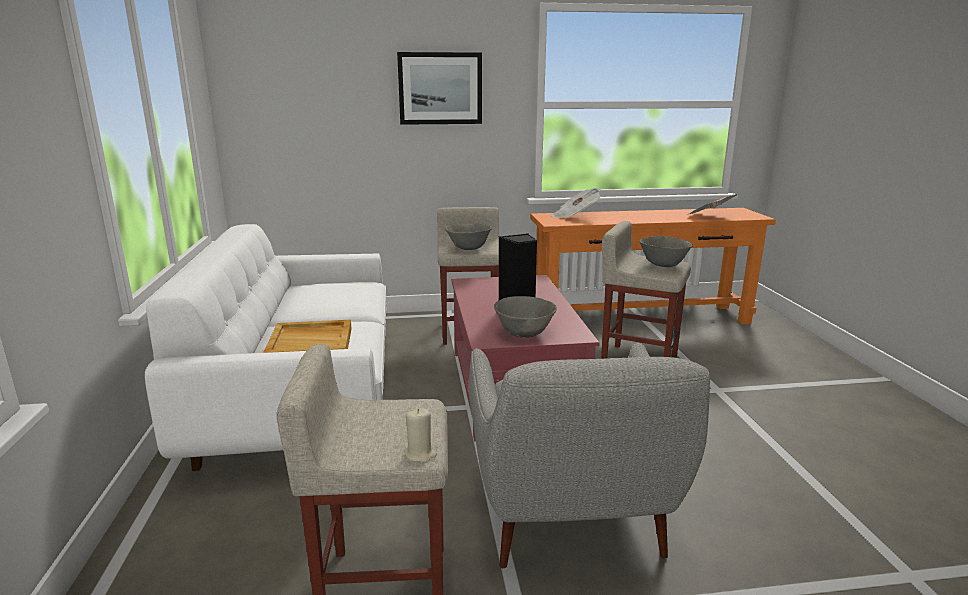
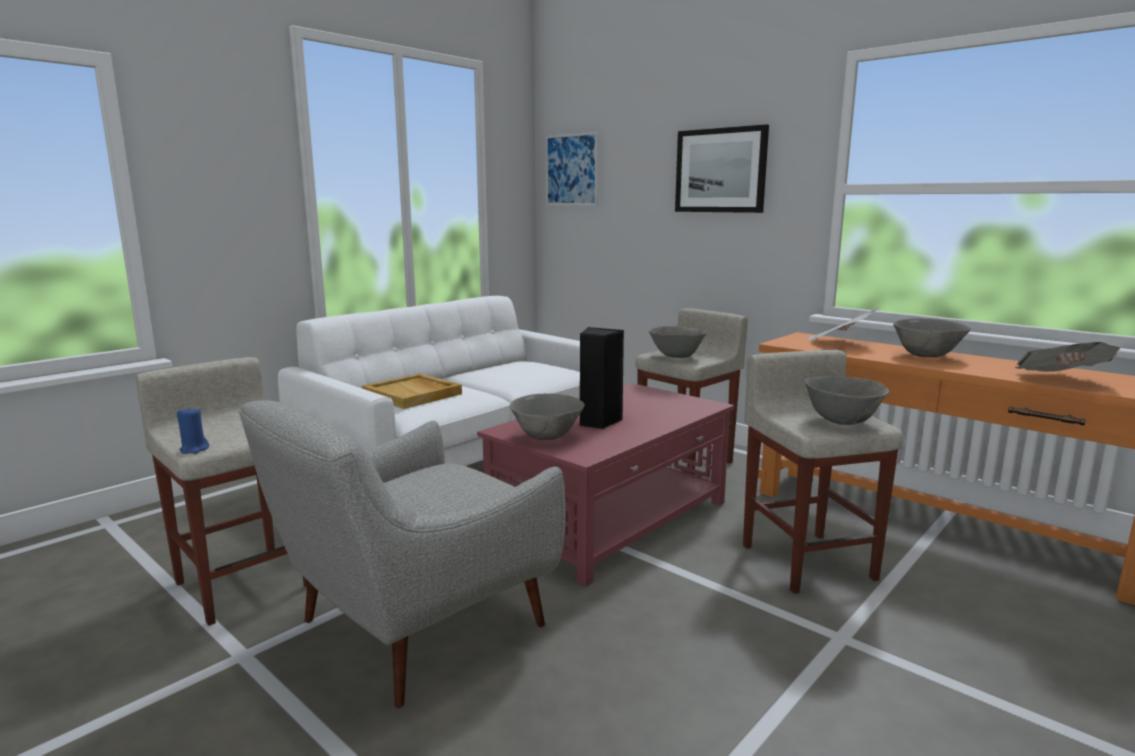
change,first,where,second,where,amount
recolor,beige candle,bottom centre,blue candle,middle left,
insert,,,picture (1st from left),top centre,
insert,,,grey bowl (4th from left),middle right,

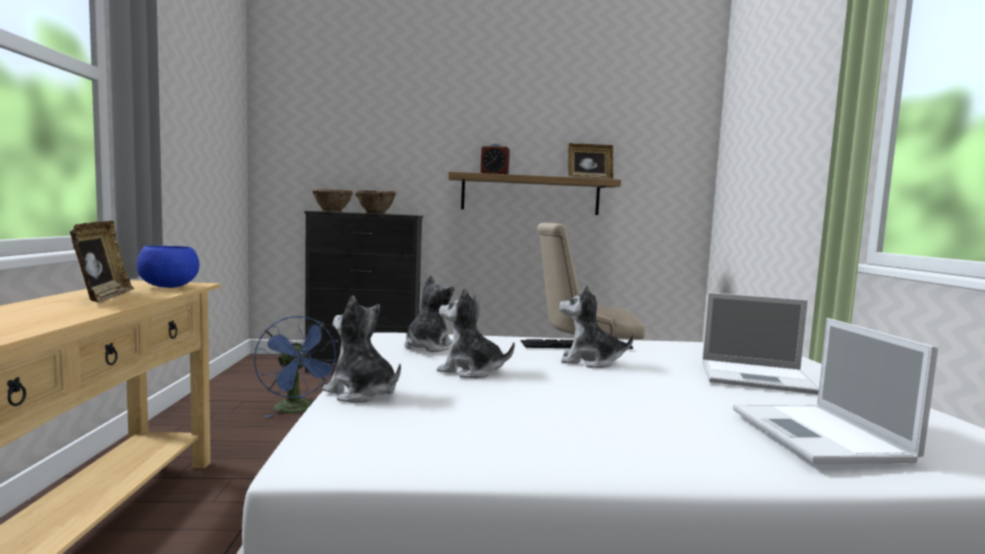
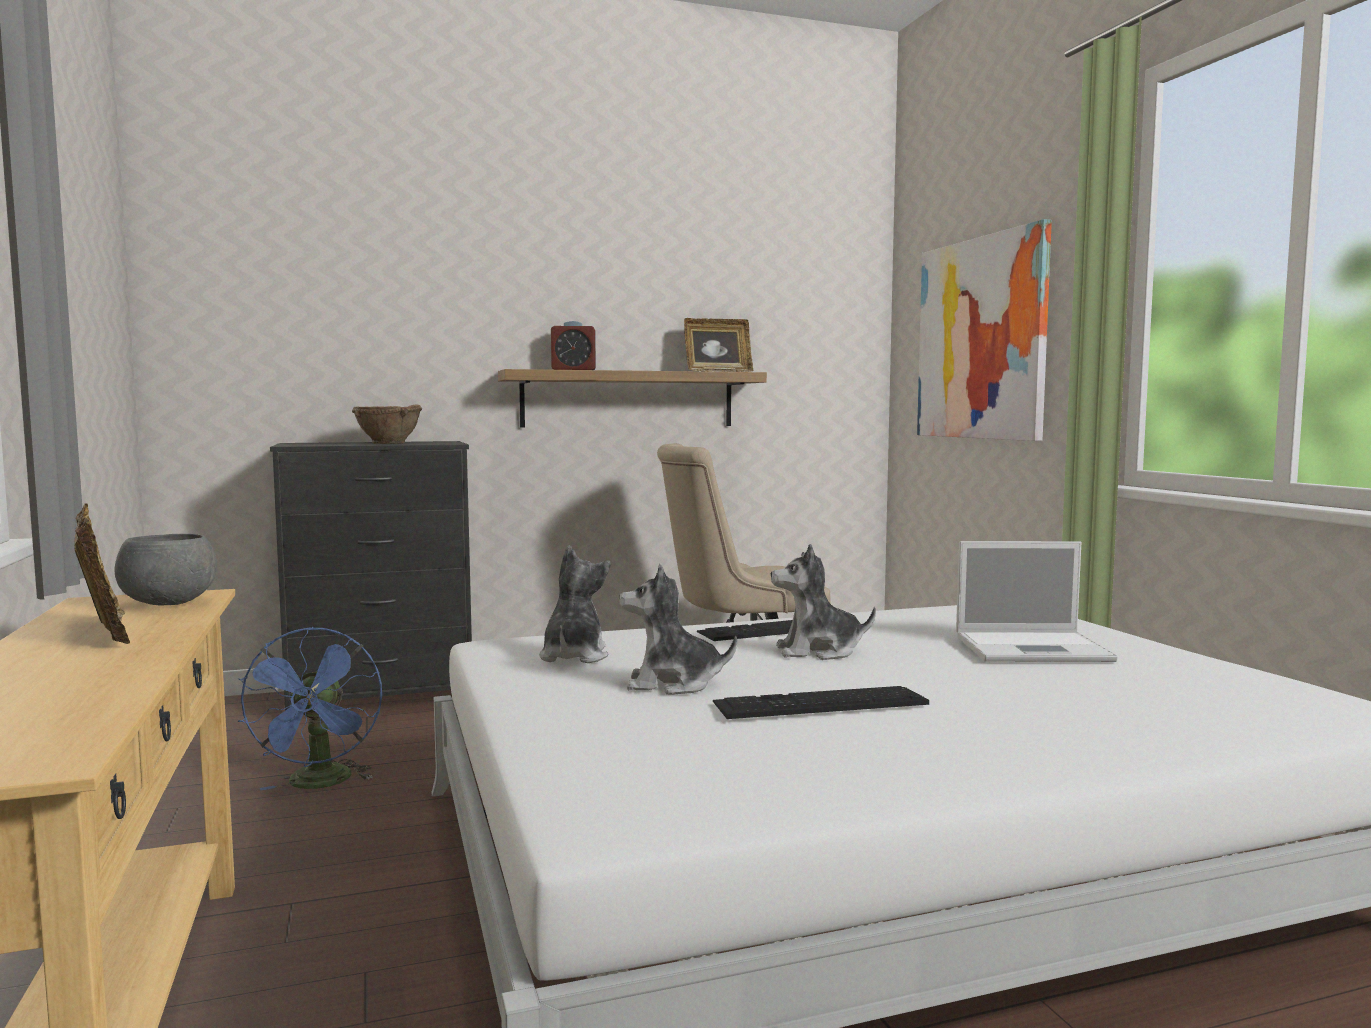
change,first,where,second,where,amount
delete,brown bowl (1st from left),centre,,,
recolor,blue bowl,middle left,grey bowl,middle left,
delete,plush toy (1st from left),centre,,,
rotate,blue fan,middle left,,bottom left,45 degrees clockwise
delete,laptop (2nd from left),bottom right,,,
insert,,,picture,top right,
insert,,,keyboard (2nd from left),bottom centre,

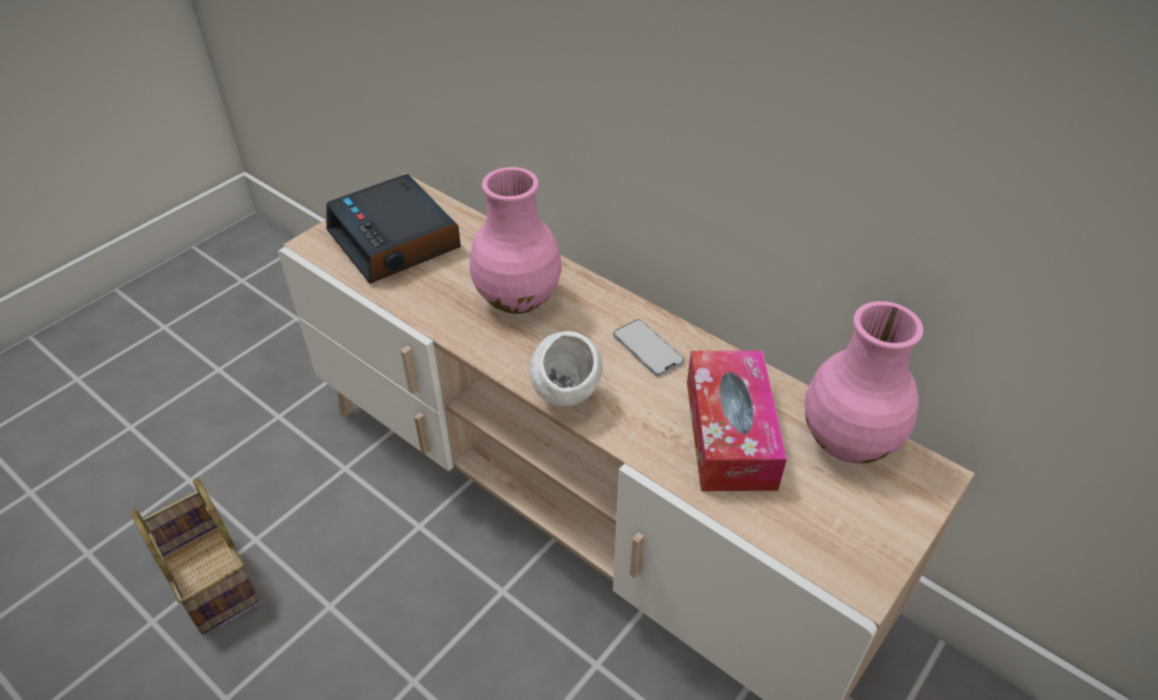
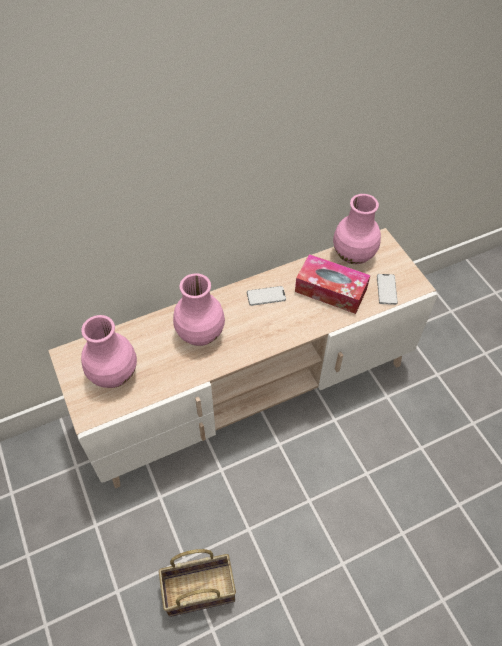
change,first,where,second,where,amount
replace,alarm clock,top centre,pink vase (1st from left),middle left,
delete,white bowl,centre,,,
insert,,,phone (2nd from left),middle right,

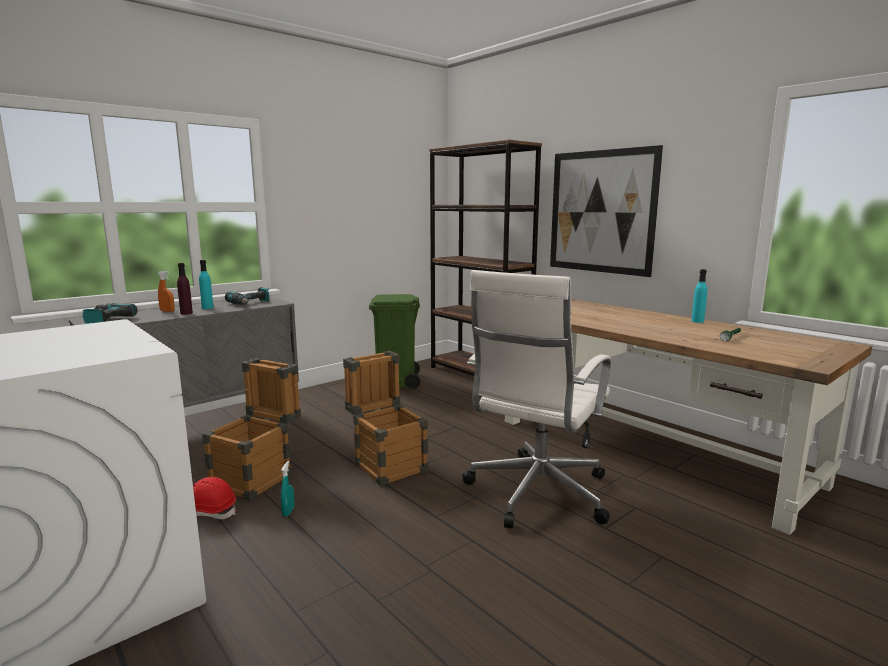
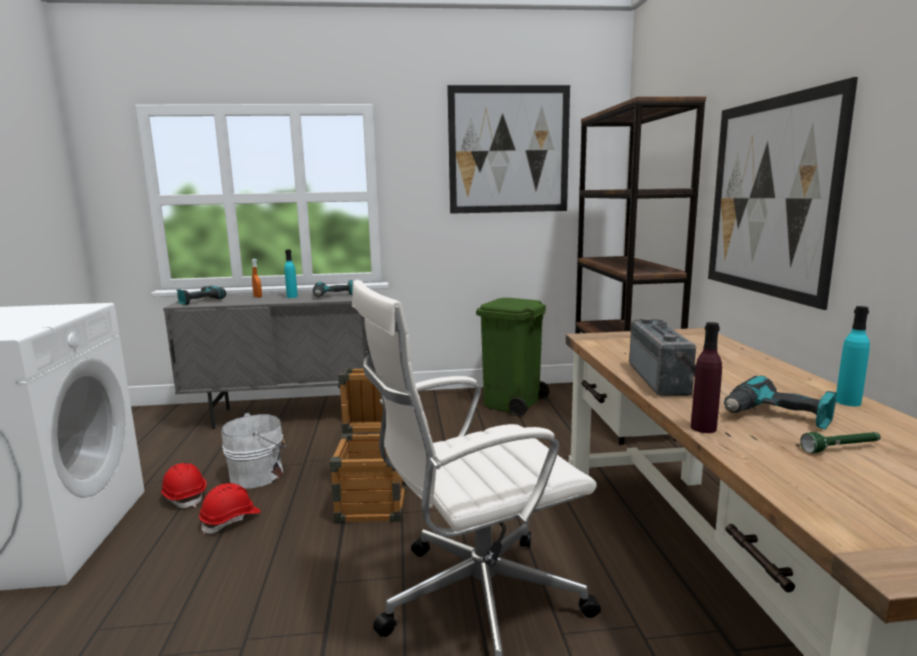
change,first,where,second,where,amount
move,purple bottle,middle left,,middle right,
replace,crate (1st from left),middle left,white bucket,bottom left,
replace,turquoise spray bottle,bottom left,red hard hat (2nd from left),bottom left,
insert,,,picture (1st from left),top centre,
insert,,,radio,middle right,
insert,,,power drill (3rd from left),middle right,

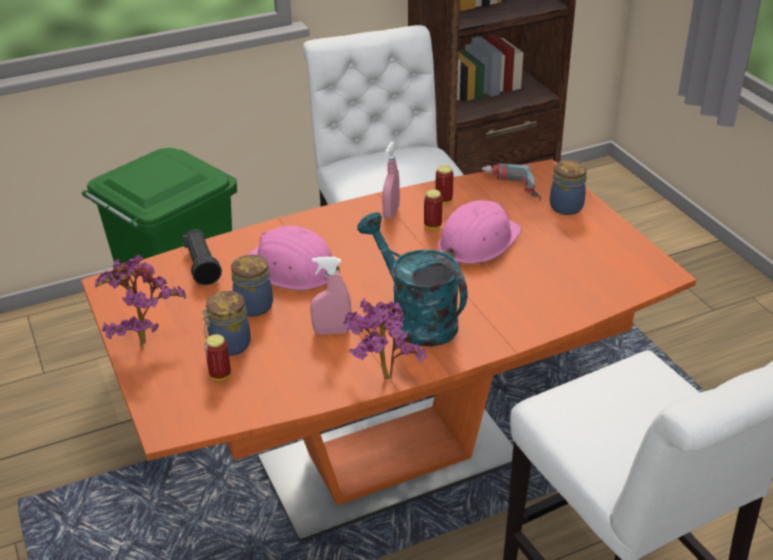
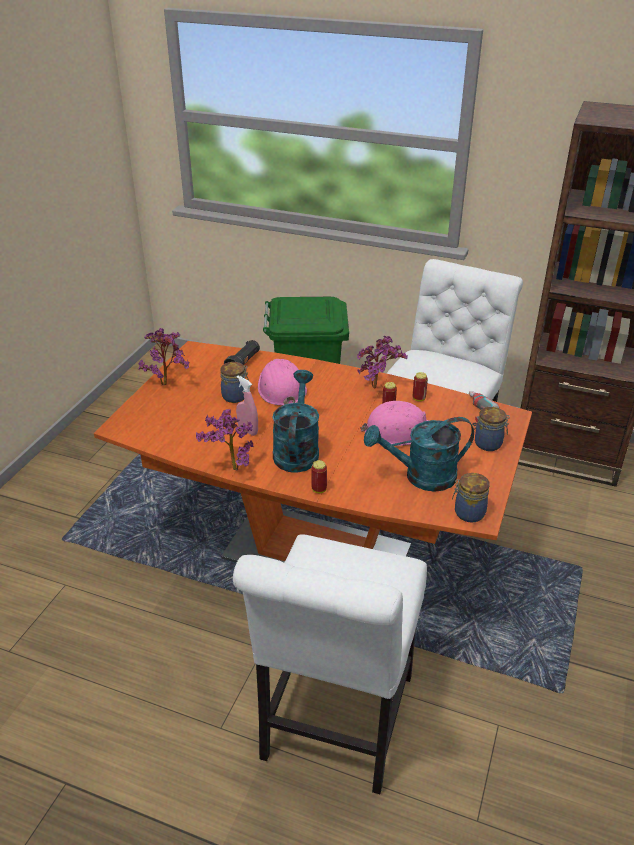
change,first,where,second,where,amount
replace,pink spray bottle (2nd from left),top centre,potted plant (3rd from left),centre,
move,jar (1st from left in the first image),middle left,jar (2nd from left),middle right,
move,can (1st from left),middle left,,centre,
insert,,,turquoise watering can (2nd from left),centre,

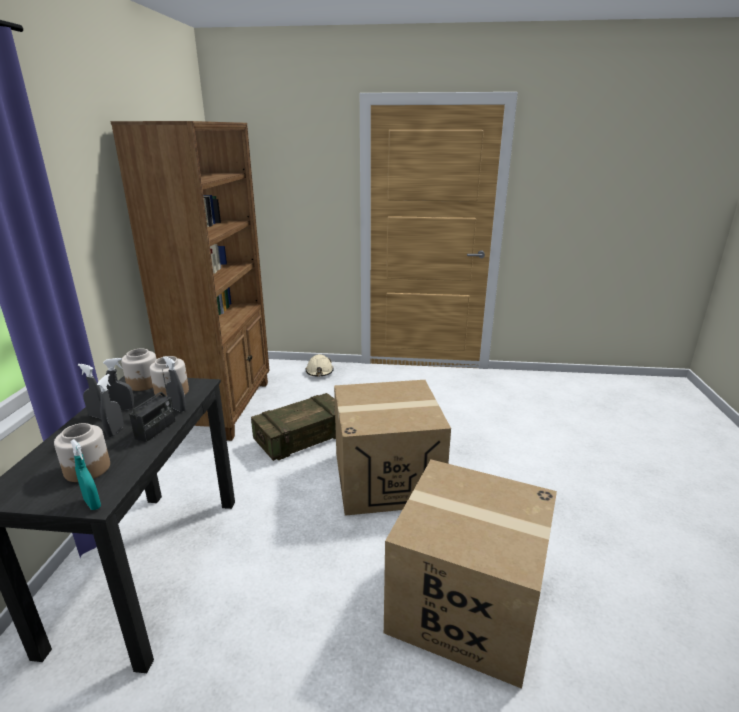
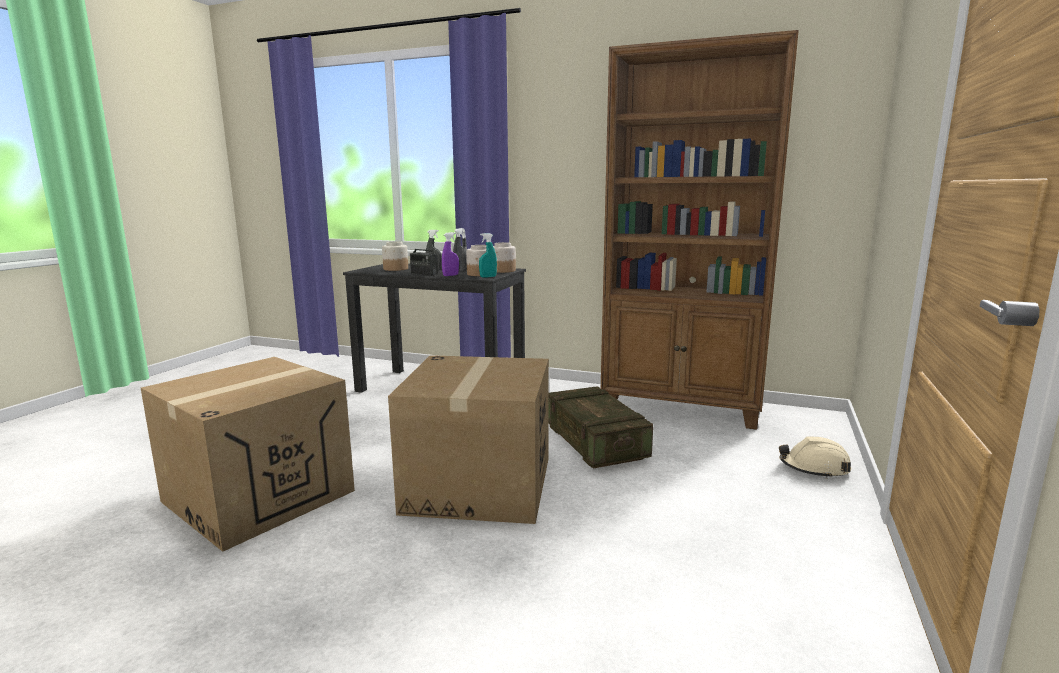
change,first,where,second,where,amount
recolor,grey spray bottle (4th from left),middle left,purple spray bottle,centre,
move,turquoise spray bottle,middle left,,centre,

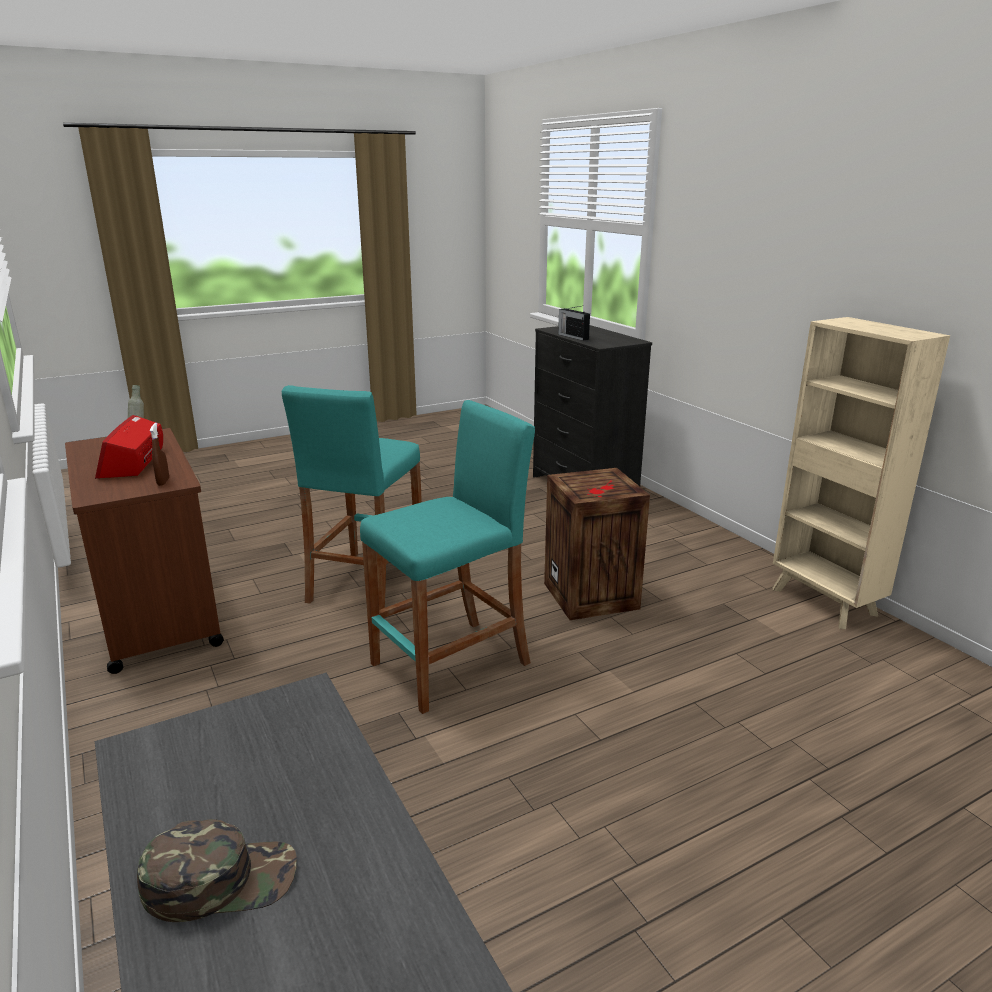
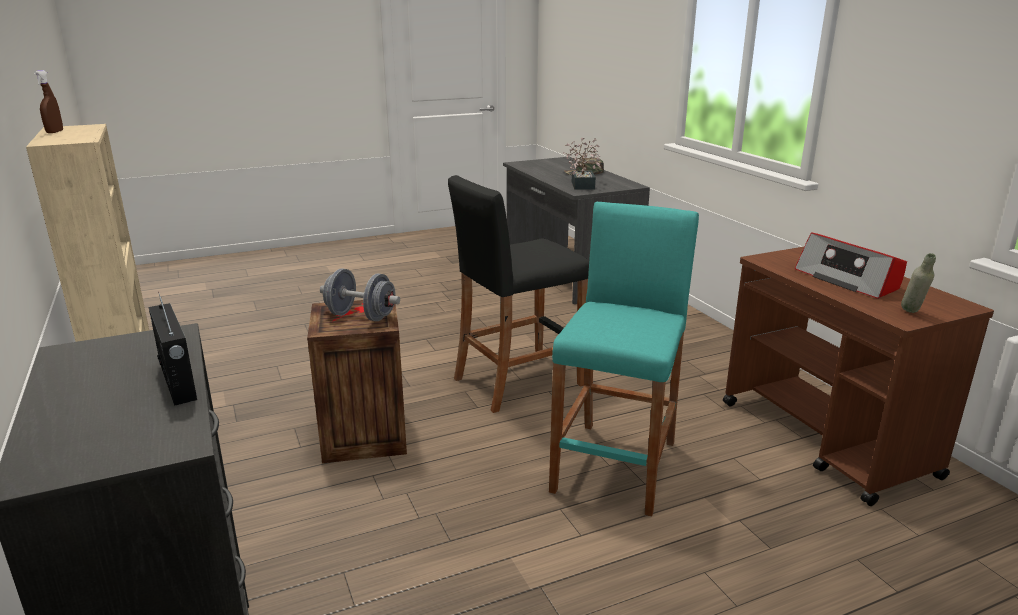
change,first,where,second,where,amount
recolor,turquoise stool (2nd from left),centre,black stool,centre,
rotate,radio (1st from left in the first image),middle left,radio (2nd from left),middle right,150 degrees clockwise
move,brown spray bottle,middle left,,top left,
insert,,,potted plant,top centre,
insert,,,grey dumbbell,centre,

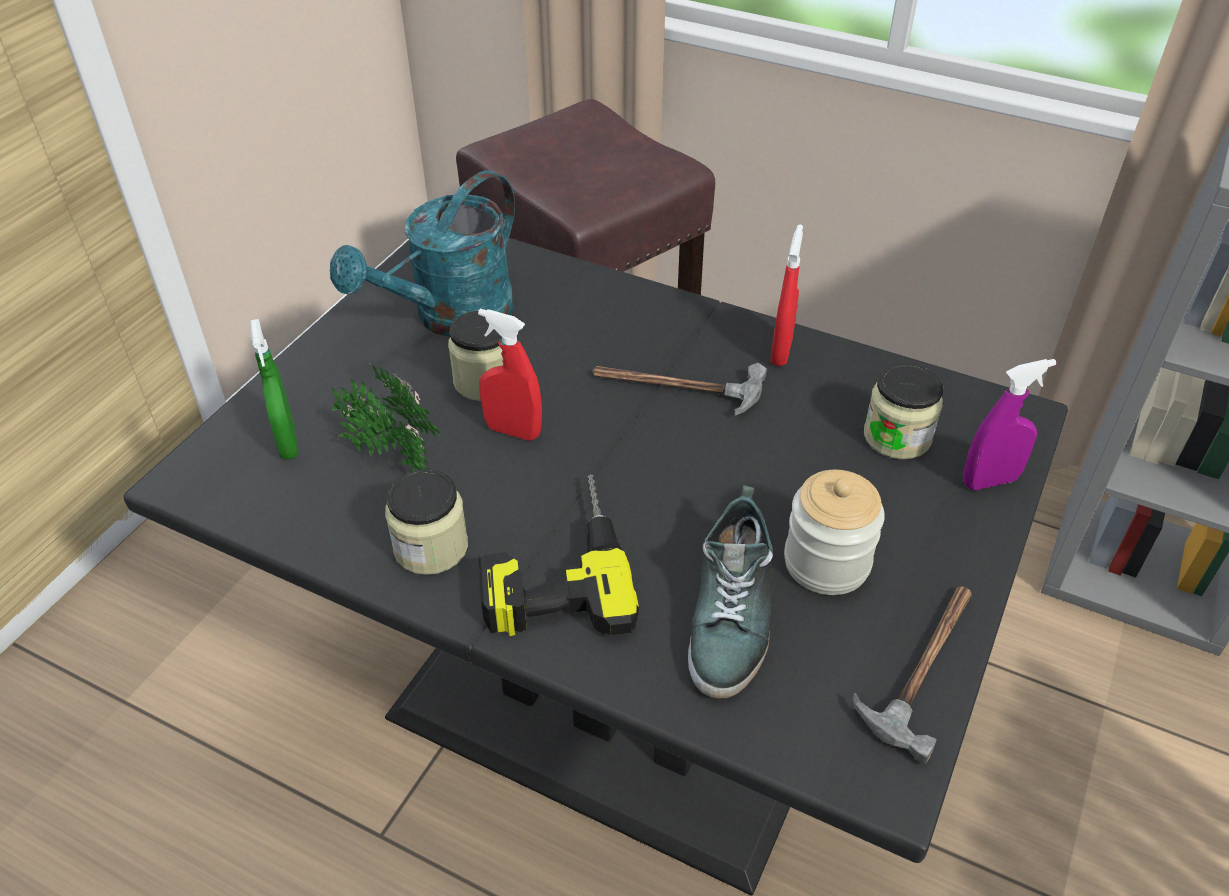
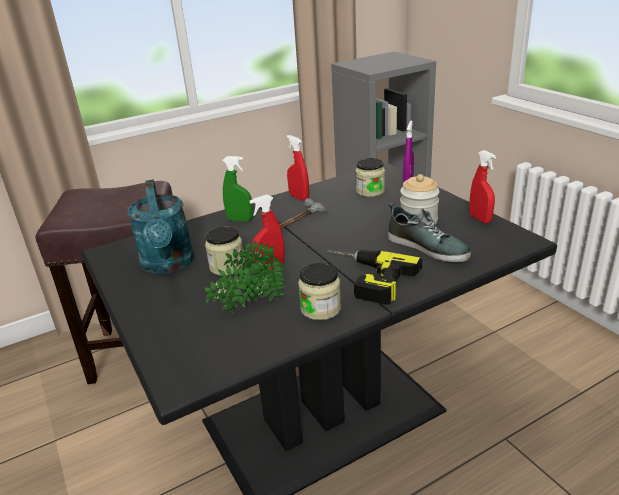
change,first,where,second,where,amount
move,green spray bottle,middle left,,centre,
replace,hammer (2nd from left),bottom right,red spray bottle (3rd from left),middle right,

